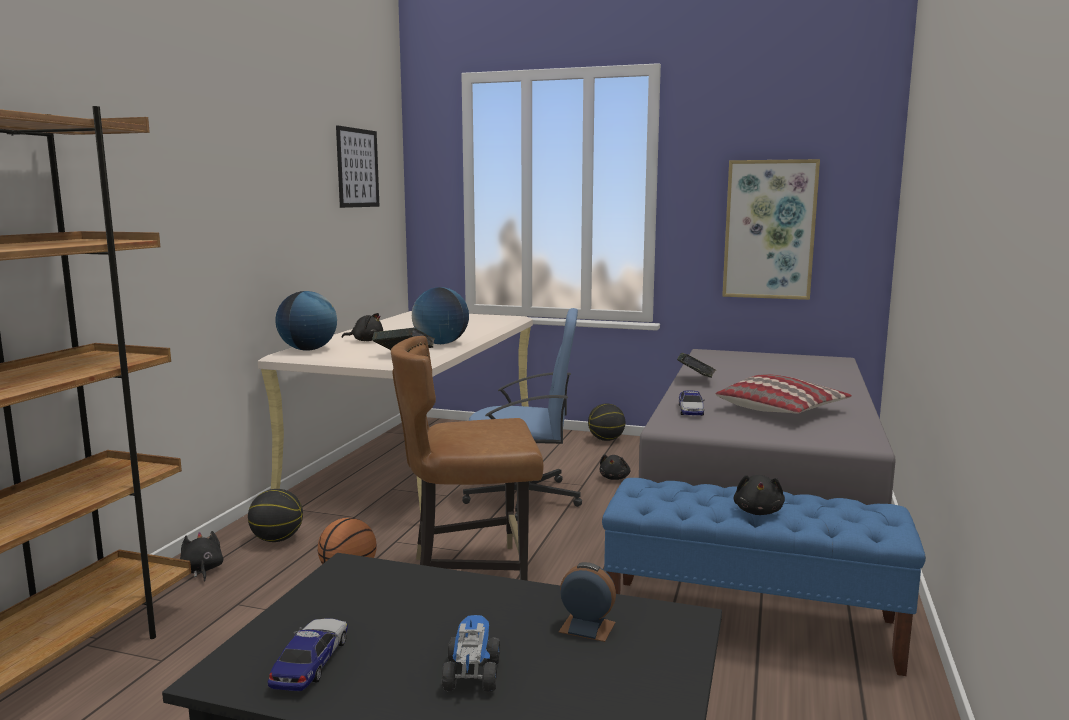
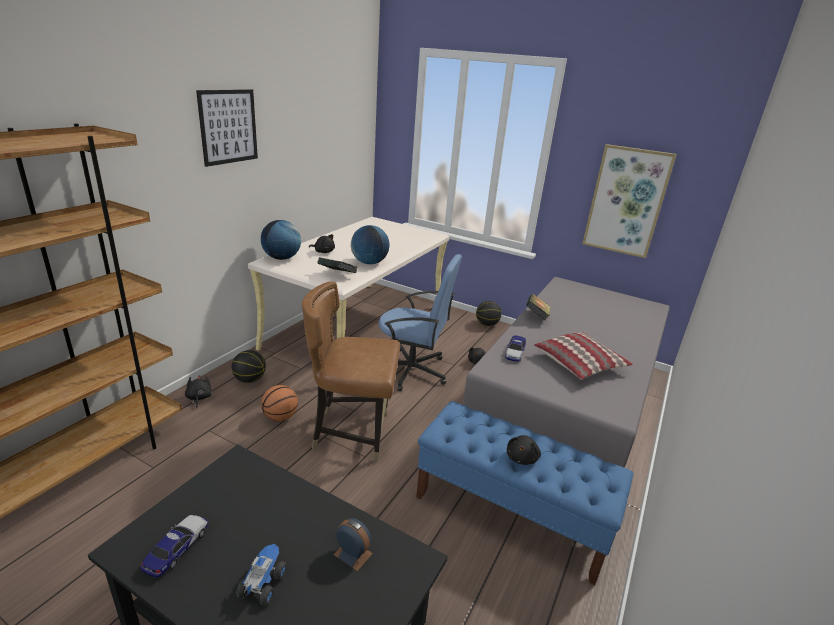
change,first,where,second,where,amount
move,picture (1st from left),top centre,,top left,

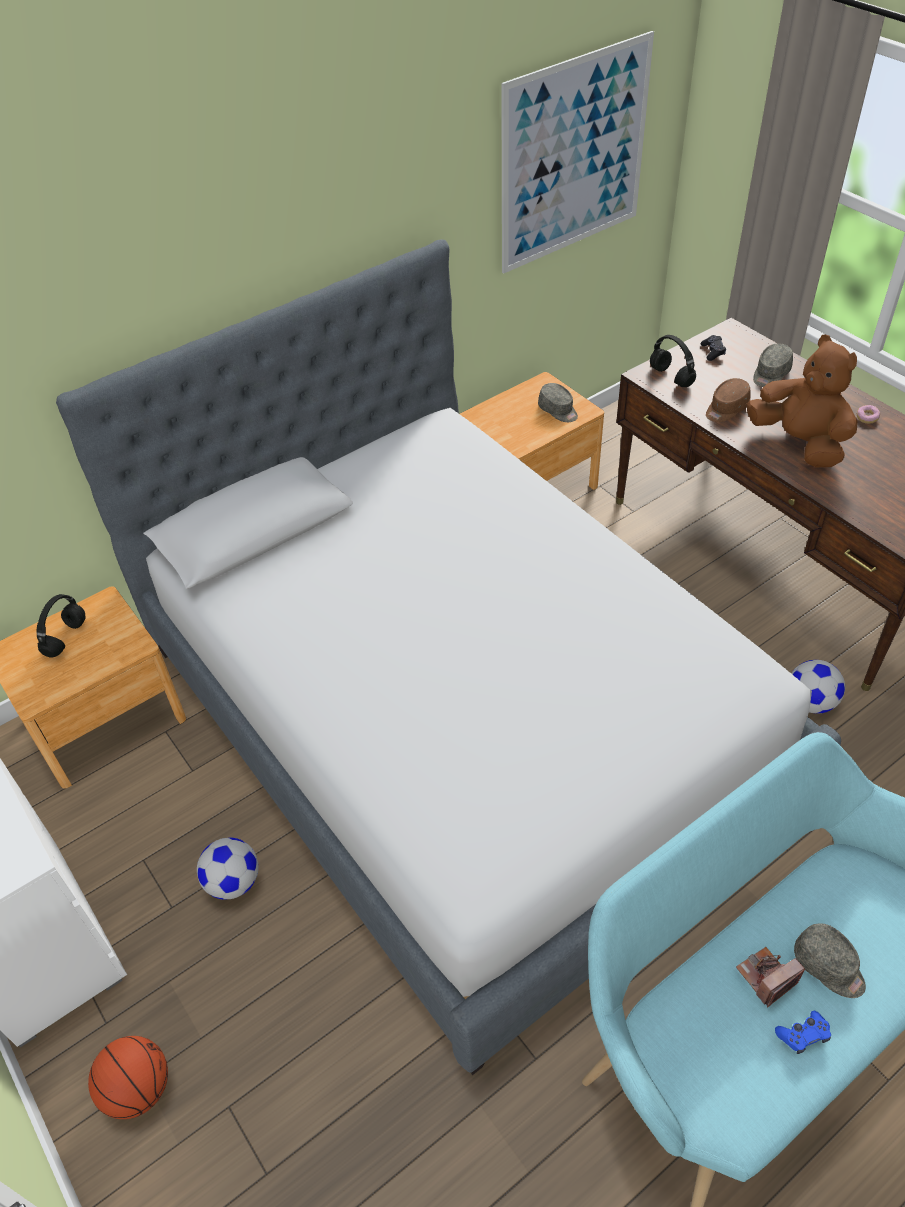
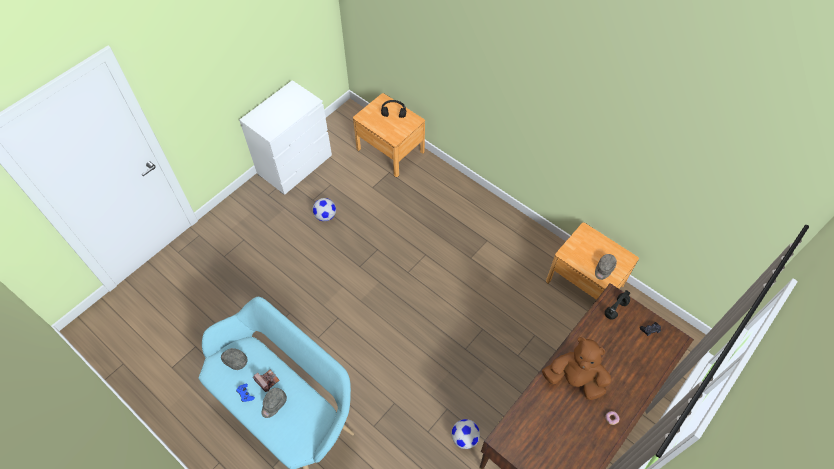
change,first,where,second,where,amount
delete,picture,top centre,,,
delete,bed,centre,,,
rotate,brown plush toy,top right,,bottom right,105 degrees counterclockwise
move,grey cap (2nd from left in the first image),top right,grey cap (1st from left),bottom left,
delete,brown cap,top right,,,
delete,basketball,bottom left,,,

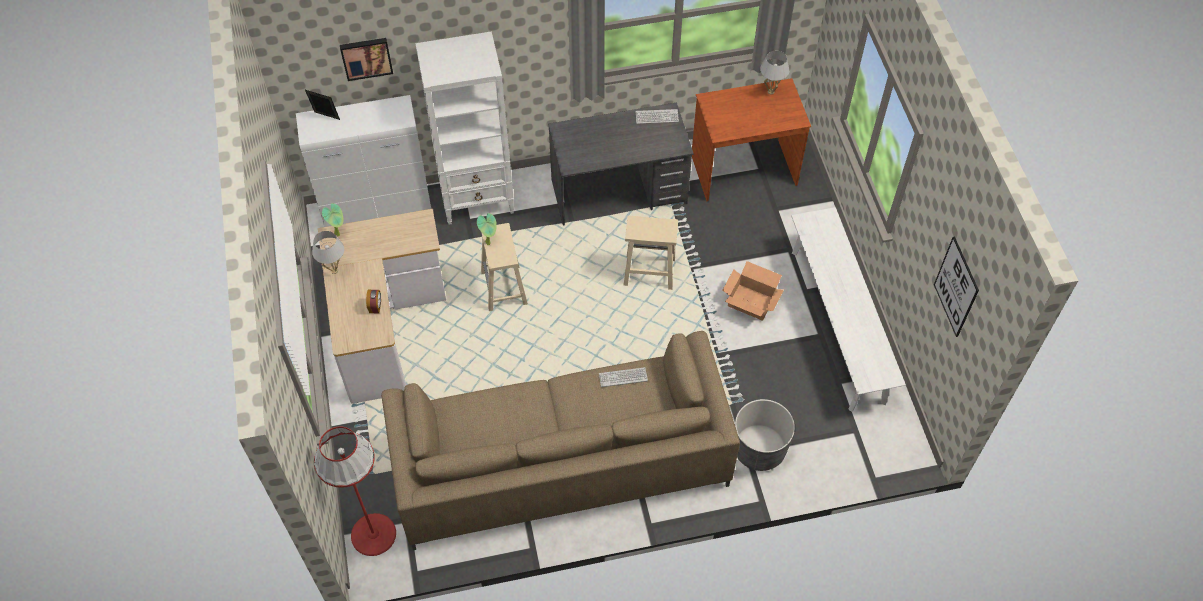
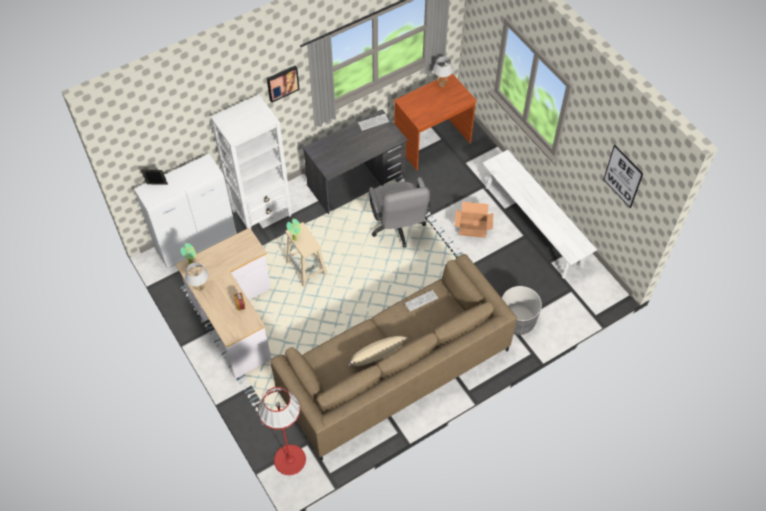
change,first,where,second,where,amount
move,picture (1st from left),top left,,top centre,
replace,beige stool (2nd from left),centre,grey office chair,centre,
insert,,,beige pillow,bottom centre,

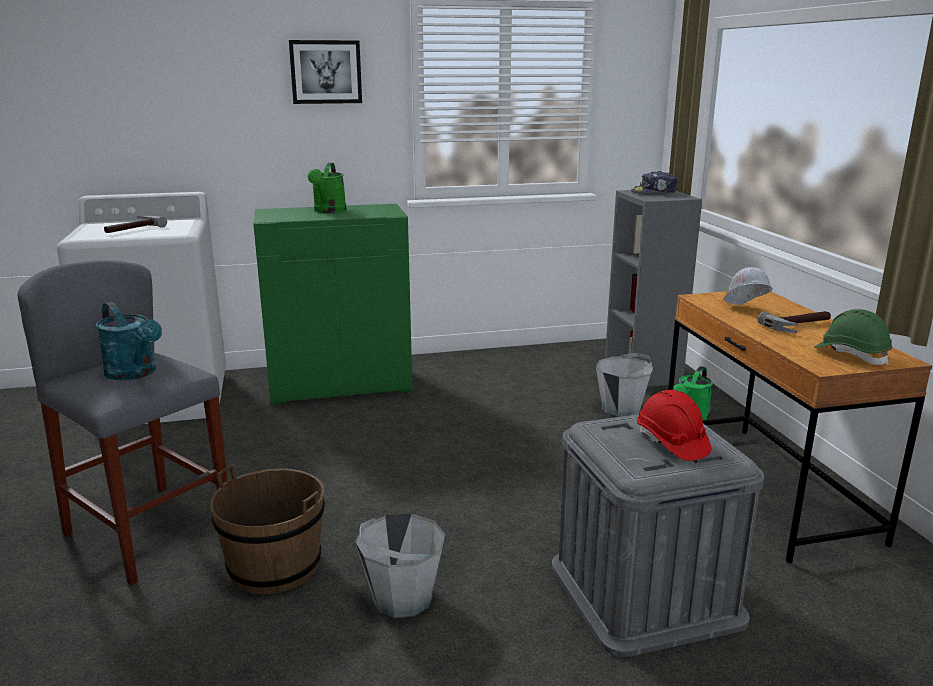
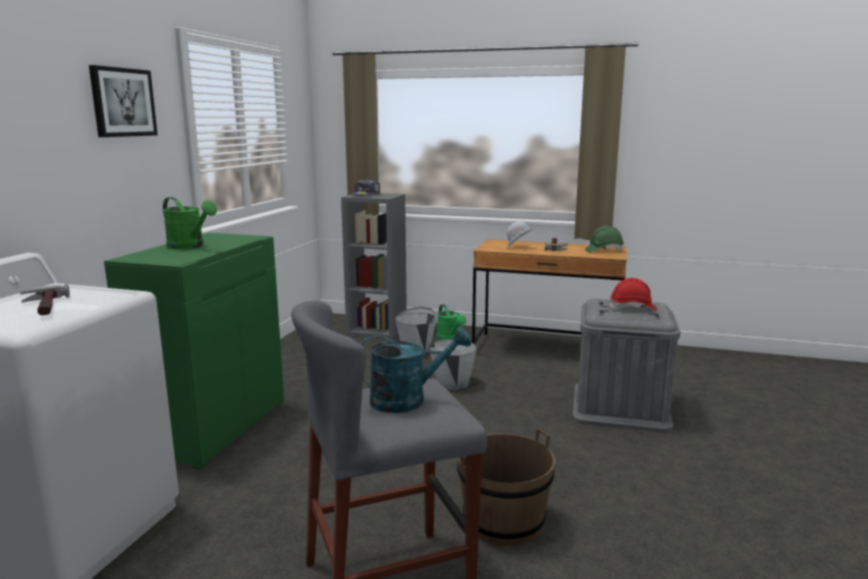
change,first,where,second,where,amount
move,grey bucket (1st from left in the first image),bottom centre,grey bucket (2nd from left),centre,

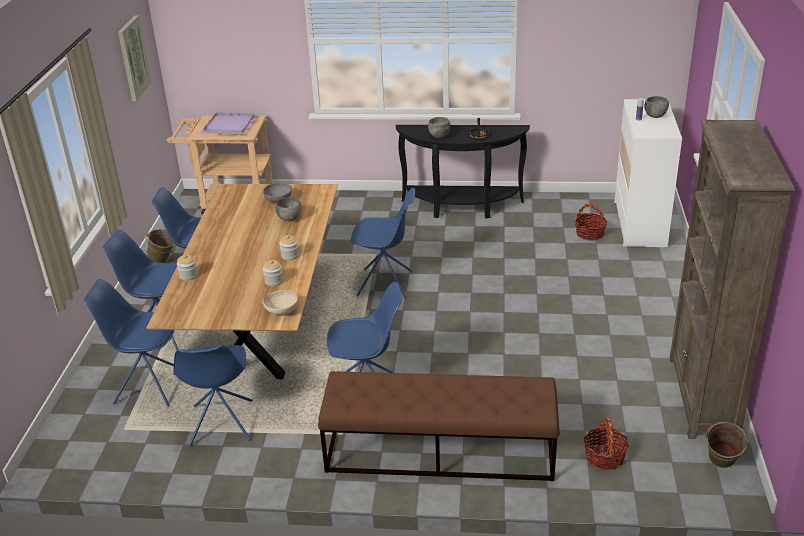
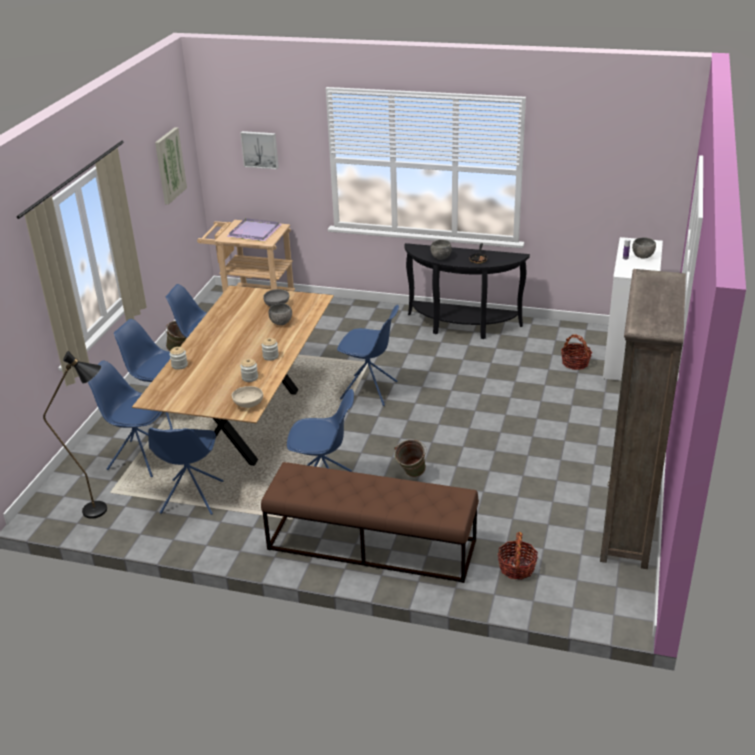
change,first,where,second,where,amount
move,green bucket (2nd from left),bottom right,,centre,
insert,,,picture (2nd from left),top centre,
insert,,,black floor lamp,middle left,

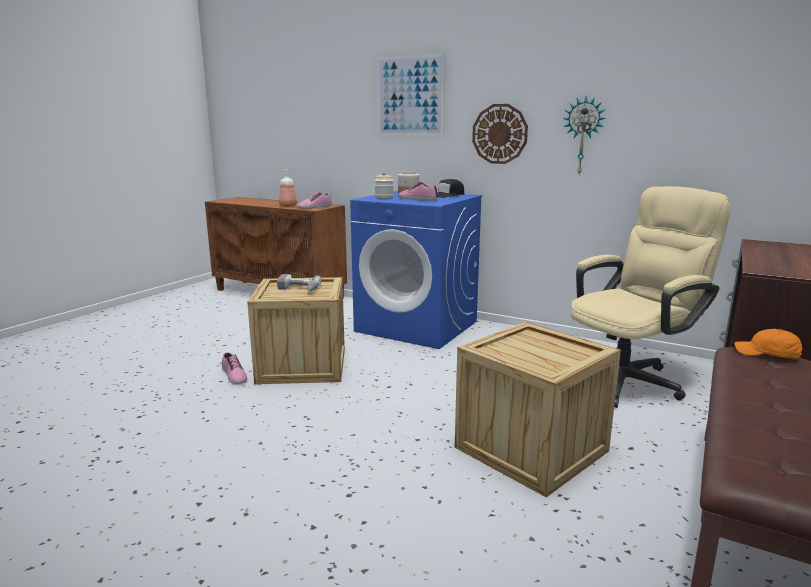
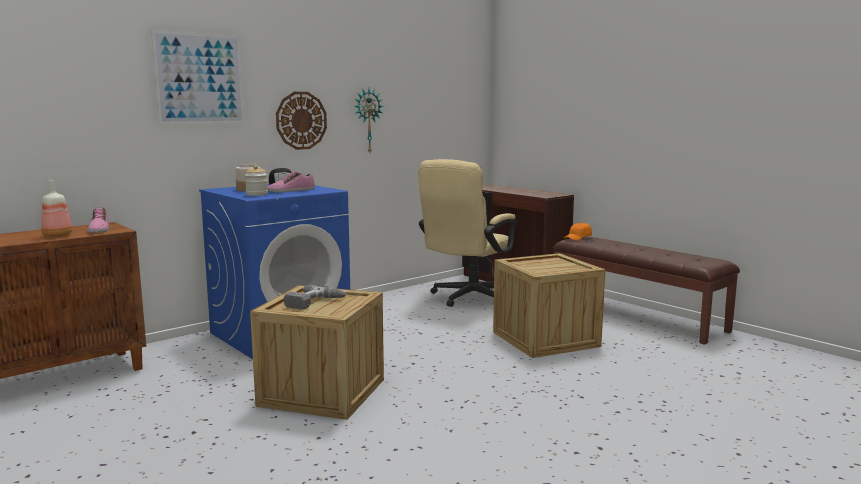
change,first,where,second,where,amount
rotate,beige office chair,middle right,,centre,135 degrees counterclockwise
delete,shoe (1st from left),middle left,,,

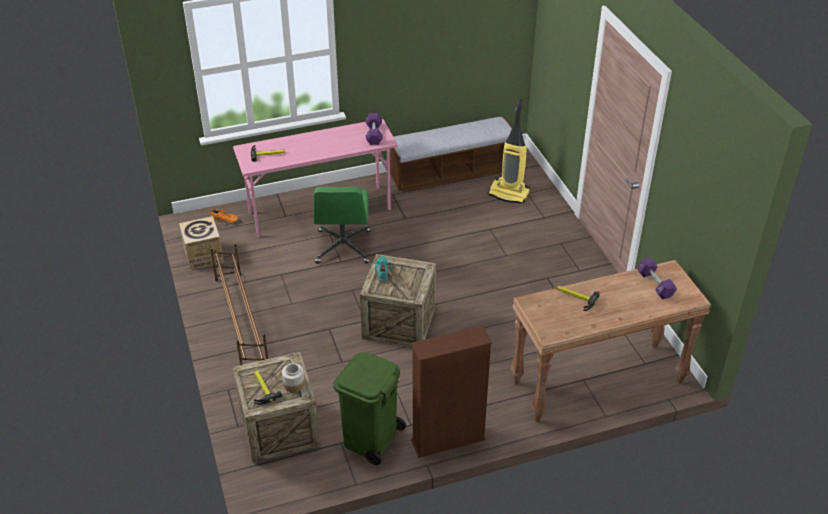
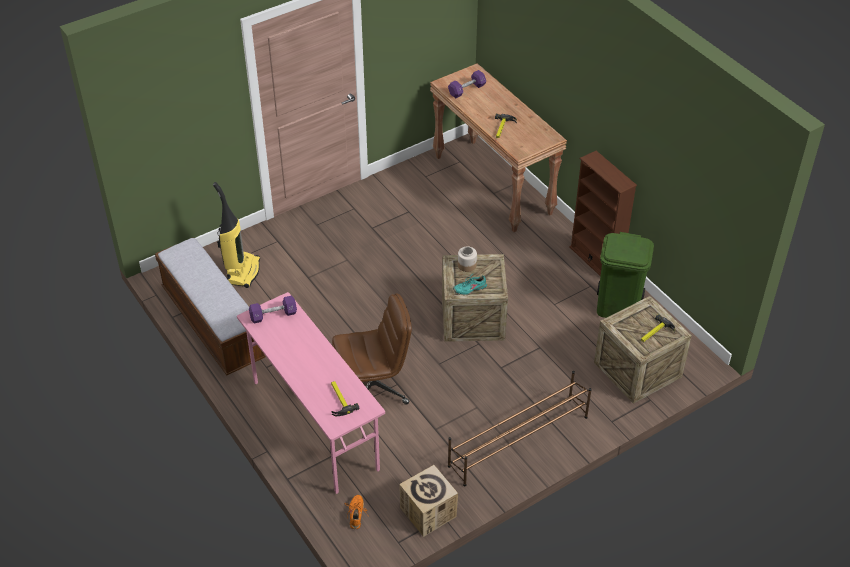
change,first,where,second,where,amount
recolor,green office chair,centre,brown office chair,centre,
move,jar,bottom centre,,centre,

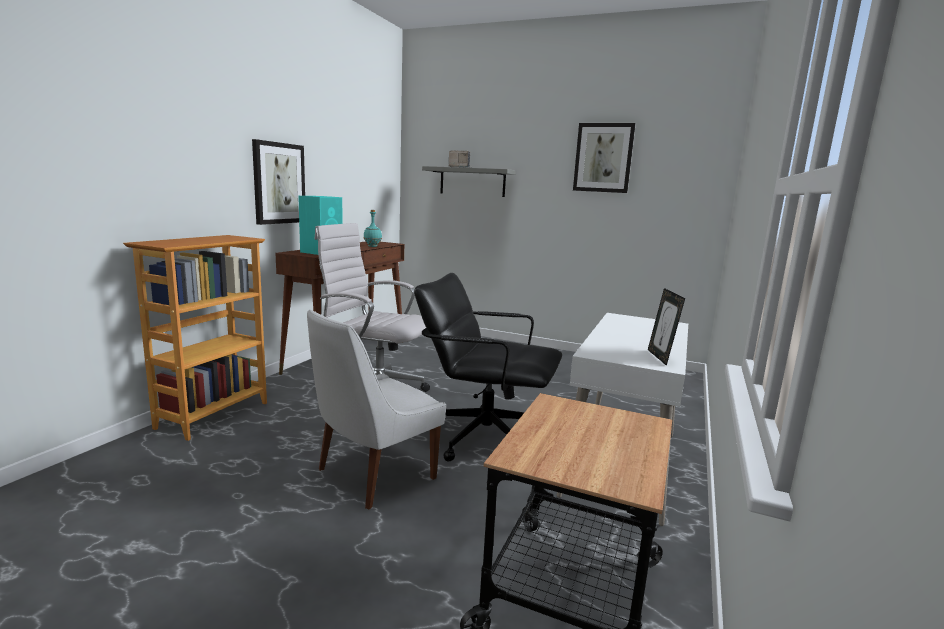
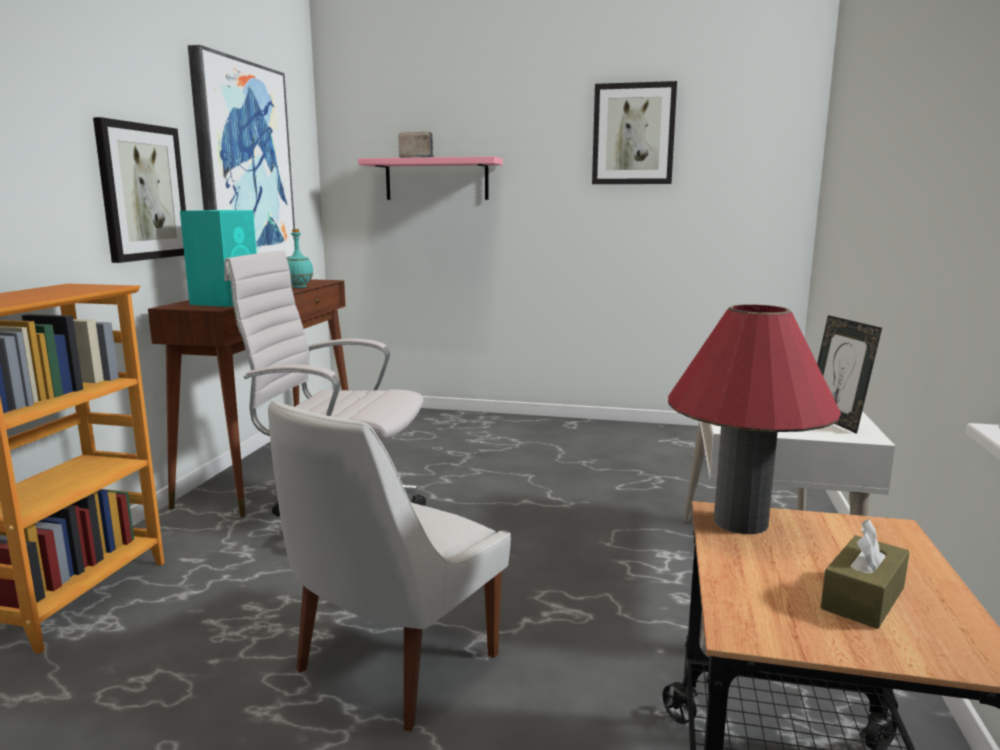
change,first,where,second,where,amount
recolor,grey shelf,top centre,pink shelf,top centre,
delete,black office chair,centre,,,
insert,,,picture (2nd from left),top left,
insert,,,red table lamp,middle right,
insert,,,brown tissue box,bottom right,

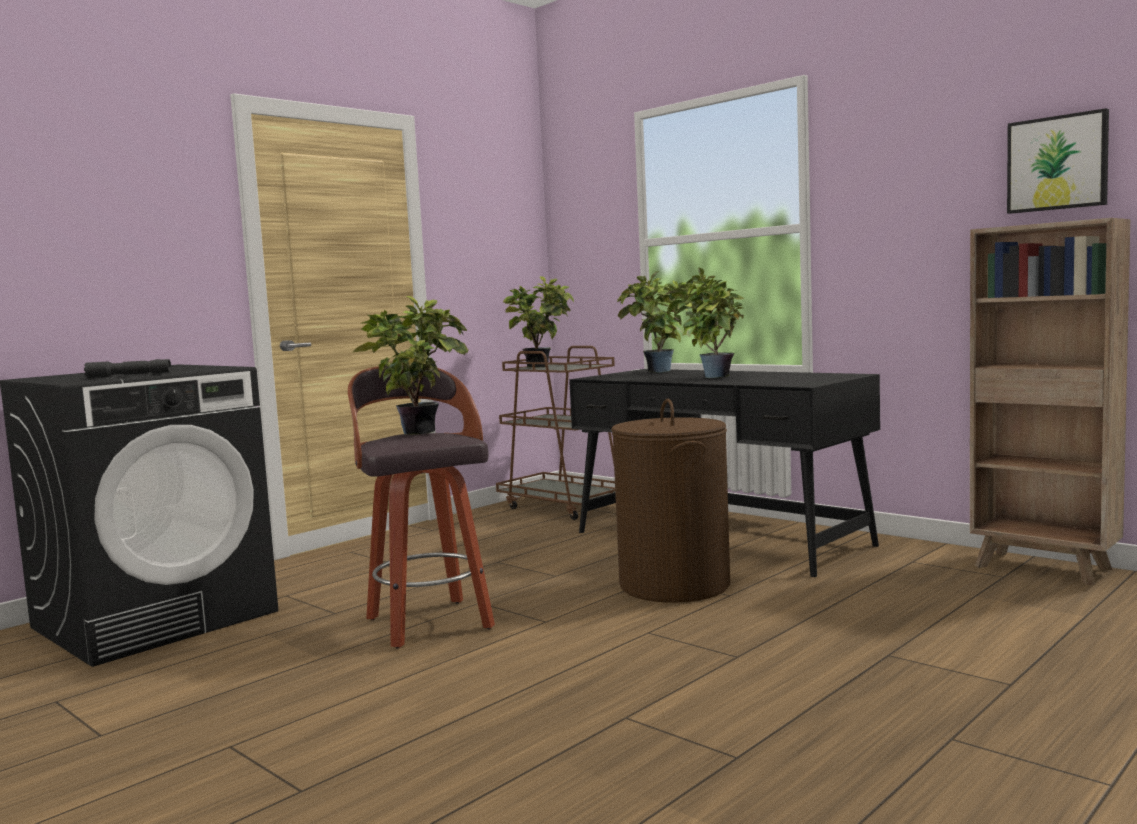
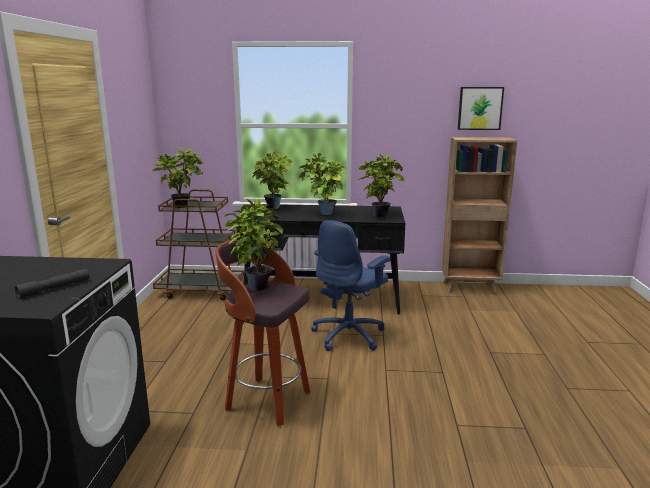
change,first,where,second,where,amount
replace,brown laundry basket,centre,blue office chair,centre,
insert,,,potted plant (5th from left),centre,

